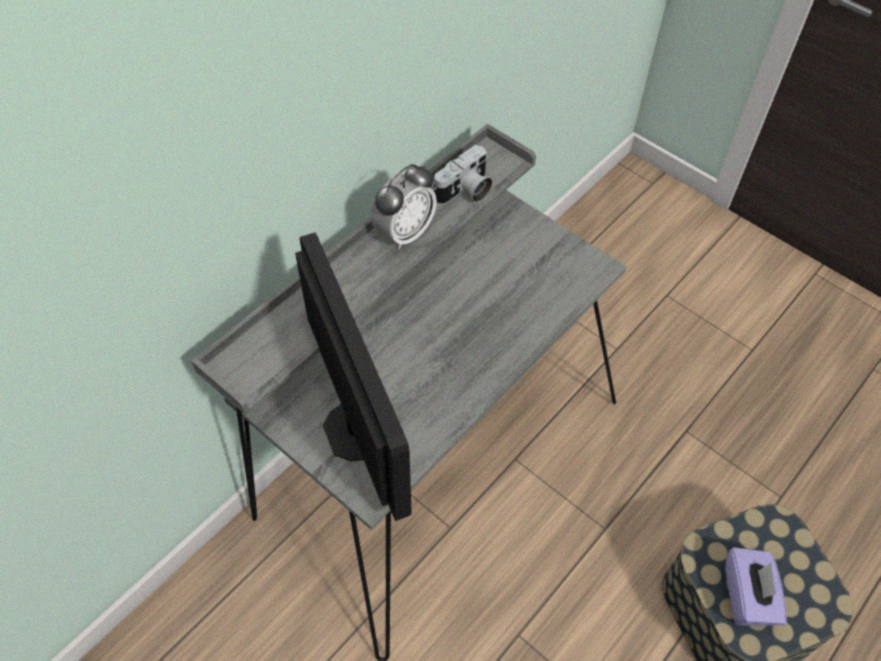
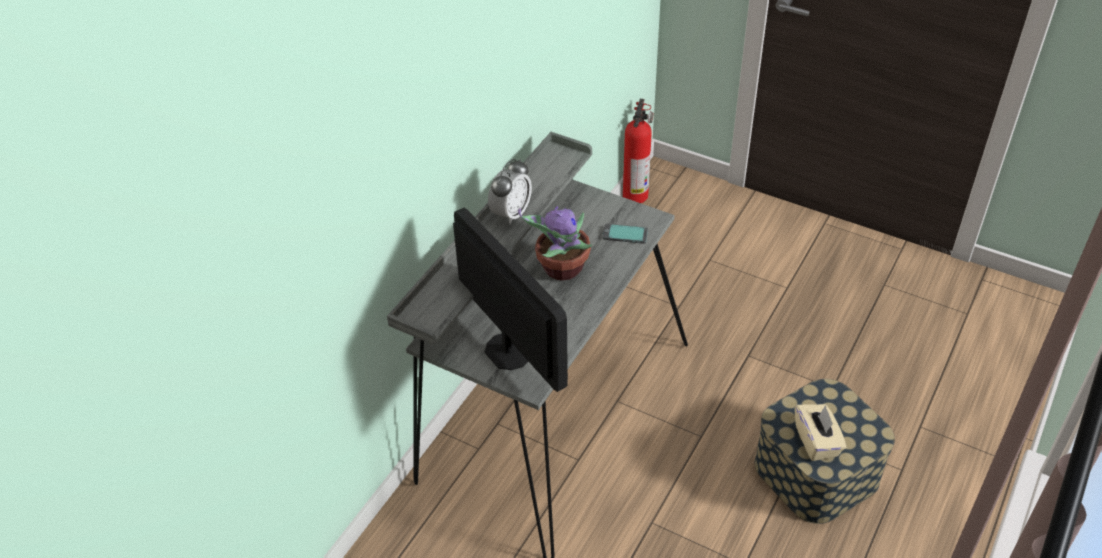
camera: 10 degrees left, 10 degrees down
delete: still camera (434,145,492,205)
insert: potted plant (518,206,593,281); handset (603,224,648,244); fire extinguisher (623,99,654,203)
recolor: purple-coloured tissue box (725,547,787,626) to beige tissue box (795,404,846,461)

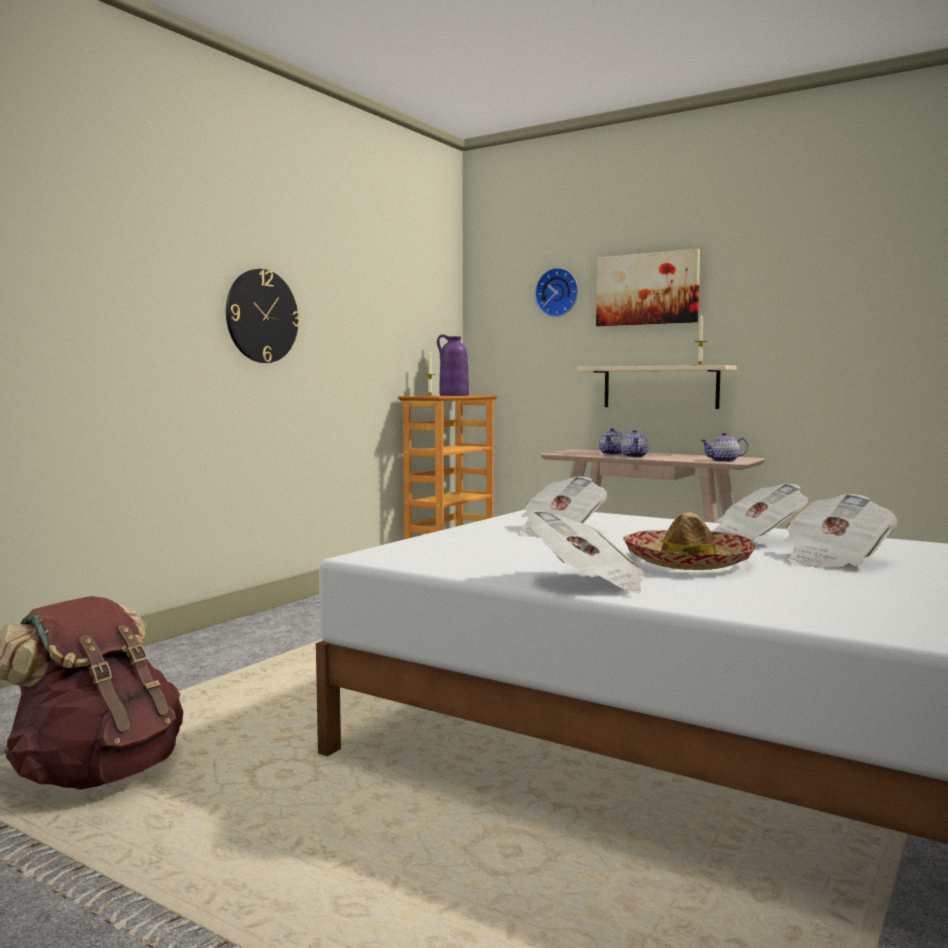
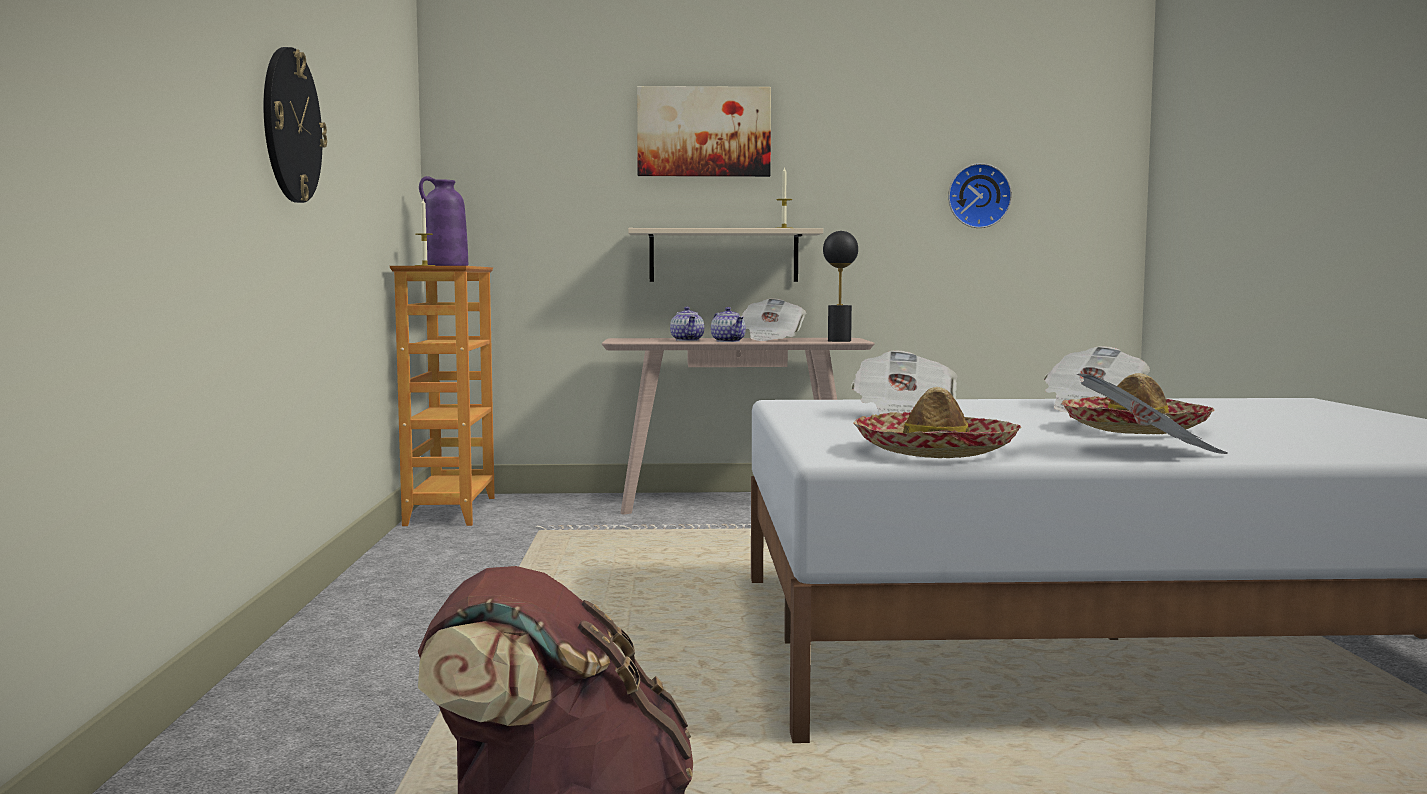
camera: 35 degrees left, 0 degrees up
insert: clothing hat (853,387,1021,458)
move: wall clock (535,268,578,317) to (948,163,1012,228); newspaper (784,494,897,567) to (742,298,806,341)
replace: tea pot (701,432,748,462) to blackish lamp for a table (823,231,858,342)

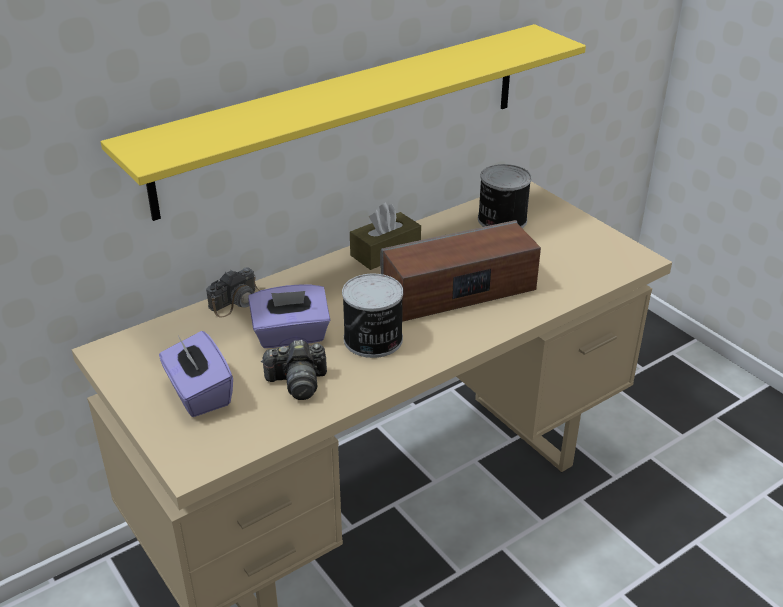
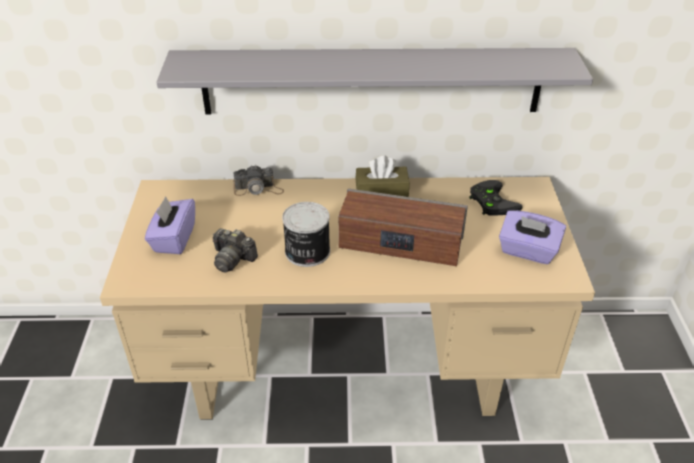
camera: 35 degrees right, 5 degrees up
move: purple-coloured tissue box (248,284,330,348) to (499,210,566,264)
replace: sealed can (478,164,532,228) to blackish game controller (469,180,523,216)
recolor: yellow shelf (101,24,586,221) to grey shelf (156,48,593,114)

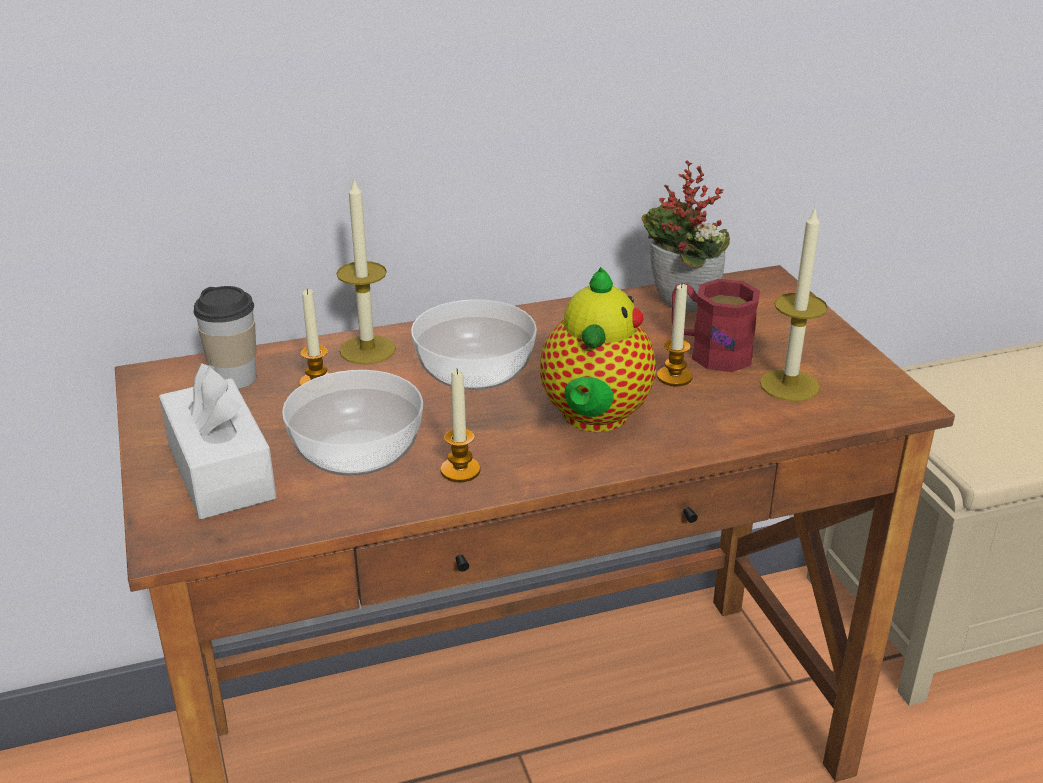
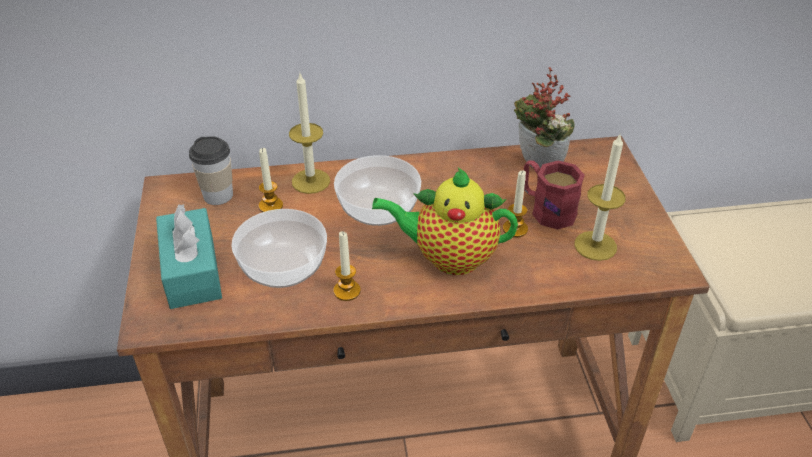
camera: 10 degrees right, 10 degrees up
recolor: white-coloured tissue box (159,363,277,519) to turquoise-coloured tissue box (156,204,222,309)
rotate: tea pot (540,267,656,432) = (372,168,518,275) 75 degrees clockwise

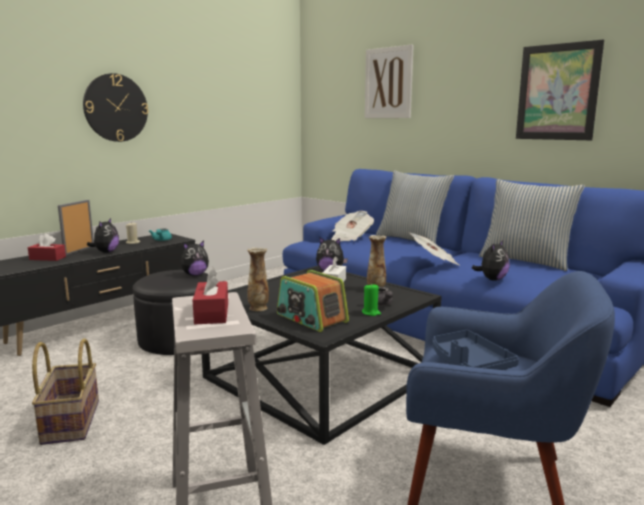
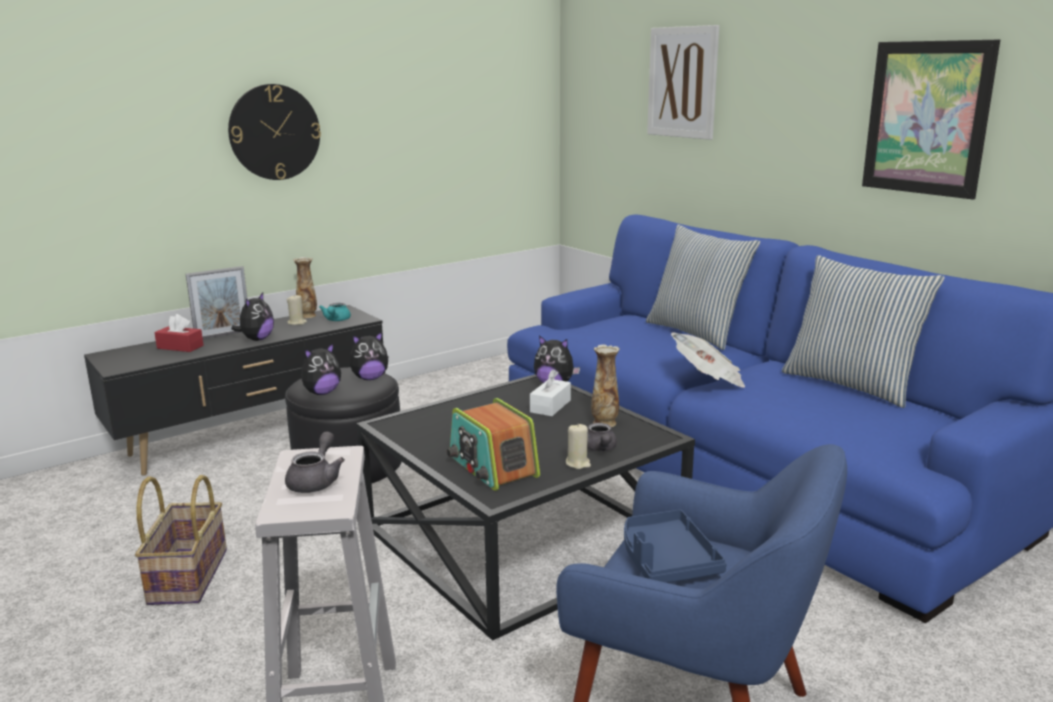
camera: 10 degrees right, 5 degrees up
delete: newspaper (331,211,374,241)
move: decorative vase (247,247,269,311) to (293,257,317,318); plush toy (472,240,510,281) to (300,343,341,395)
replace: red-coloured tissue box (193,267,228,324) to grey tea pot (285,431,345,493)
recolor: green-coloured wax candle (362,283,381,316) to beige wax candle (566,423,591,469)
rotate: picture frame (58,200,94,255) = (186,266,248,339) 150 degrees counterclockwise

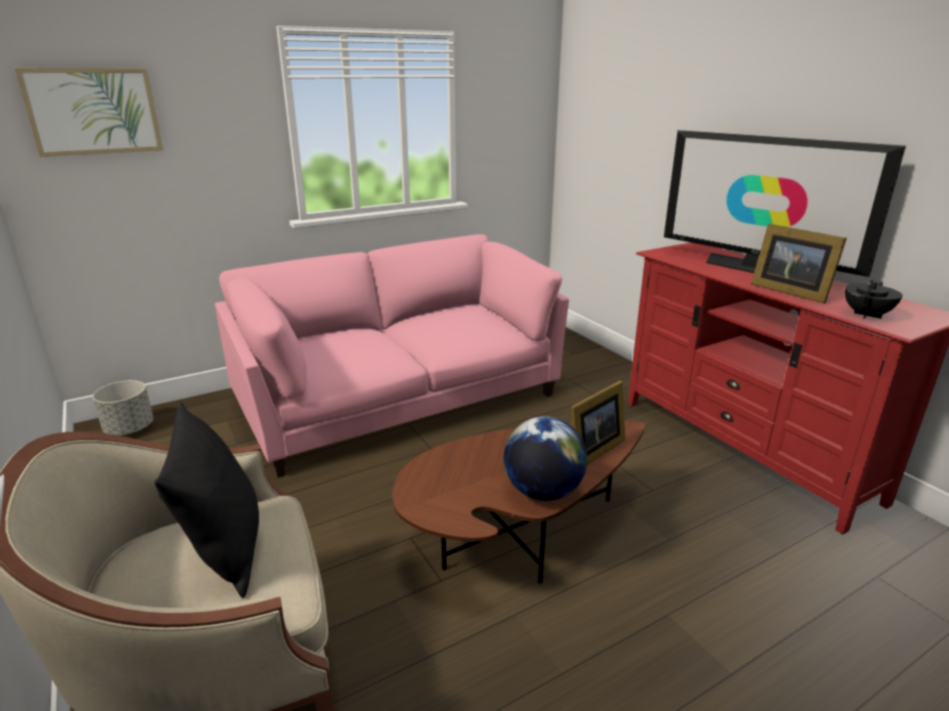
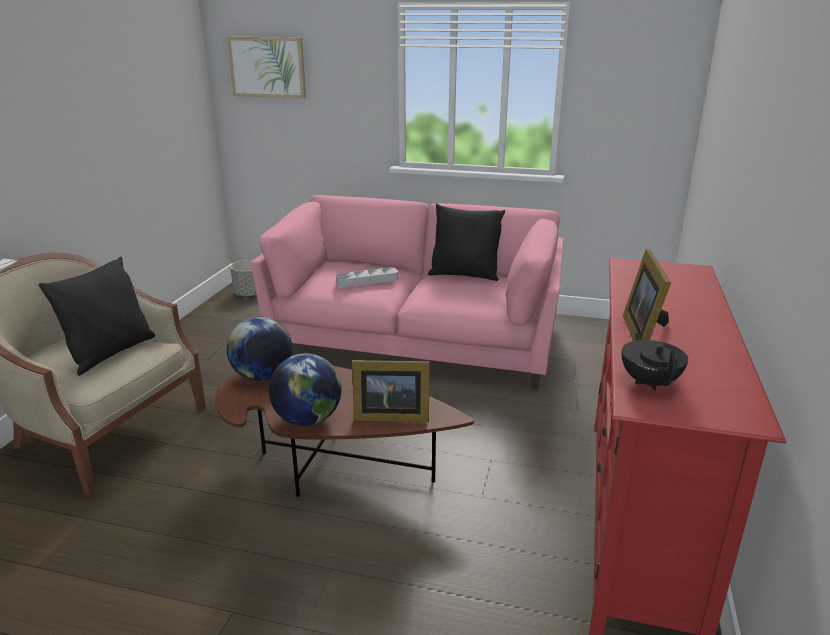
camera: 45 degrees right, 0 degrees up
delete: TV set (664,130,906,277)
insert: globe (227,317,292,381); grey carrying tray (336,267,398,287); blackish throw pillow (428,204,505,281)
rotate: blackish tea pot (845,280,903,319) = (622,332,688,391) 90 degrees counterclockwise

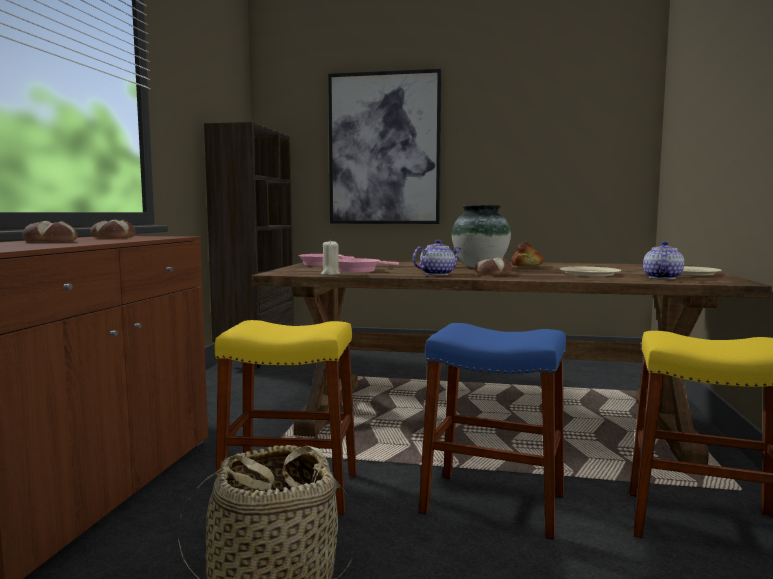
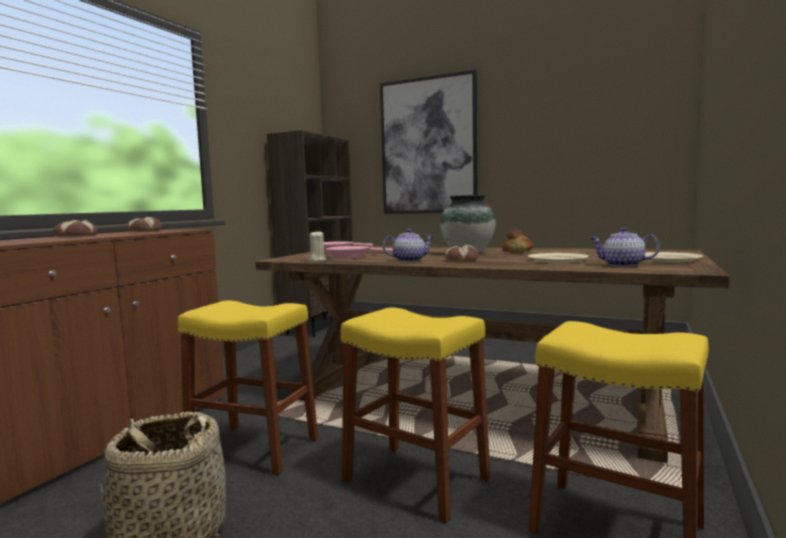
camera: 15 degrees right, 0 degrees up
recolor: bluish stool (419,323,566,540) to yellow stool (341,307,491,524)
rotate: tea pot (643,241,684,279) = (590,227,660,267) 105 degrees counterclockwise

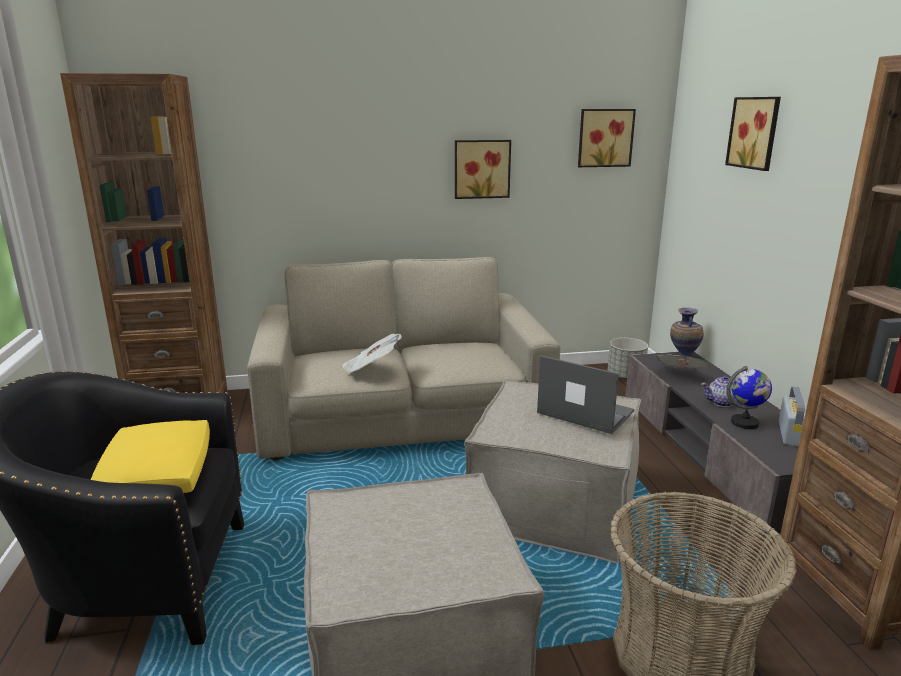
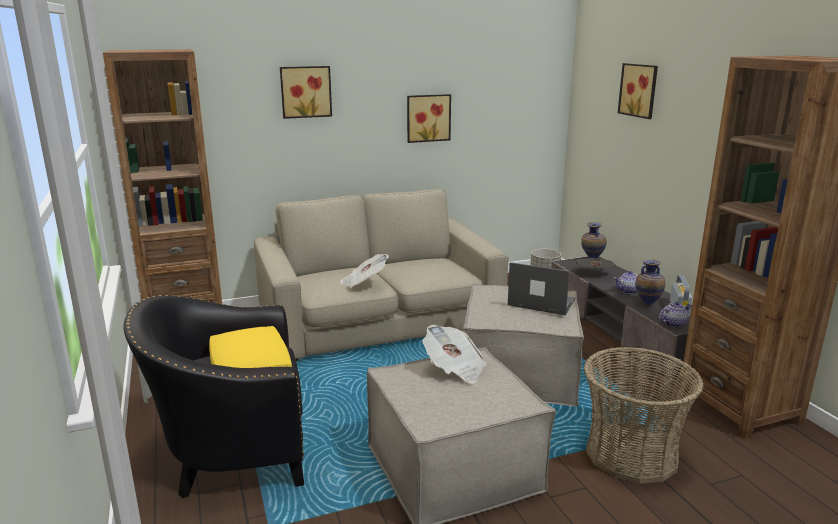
camera: 10 degrees left, 0 degrees up
insert: newspaper (422,325,487,384); tea pot (659,301,692,327)
move: wall art (578,109,636,167) to (280,66,332,119)
replace: globe (726,366,772,429) to decorative vase (635,260,665,306)

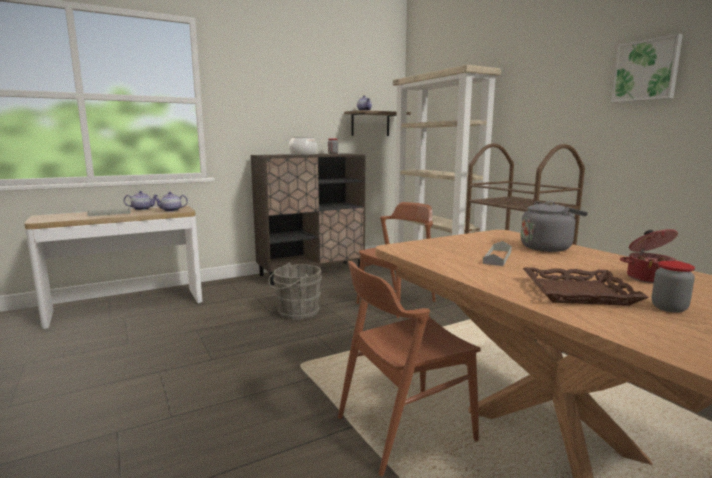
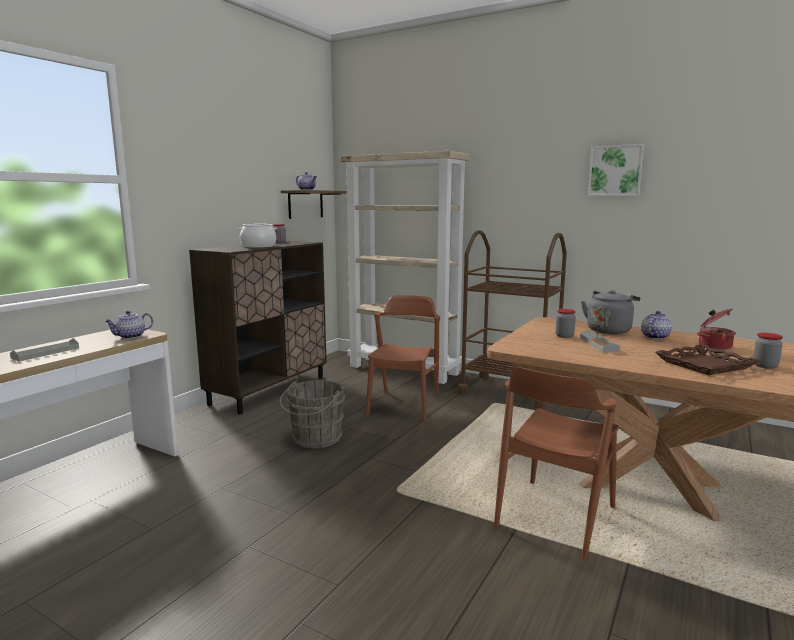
camera: 30 degrees left, 0 degrees up
insert: preserve jar (555,309,576,338)
move: tea pot (124,191,158,210) to (641,311,672,339)

